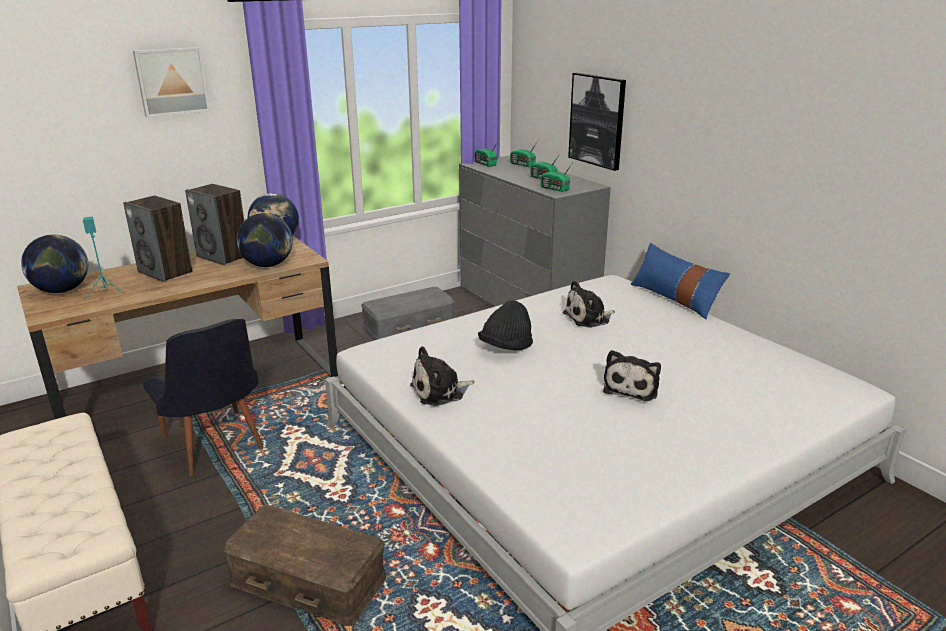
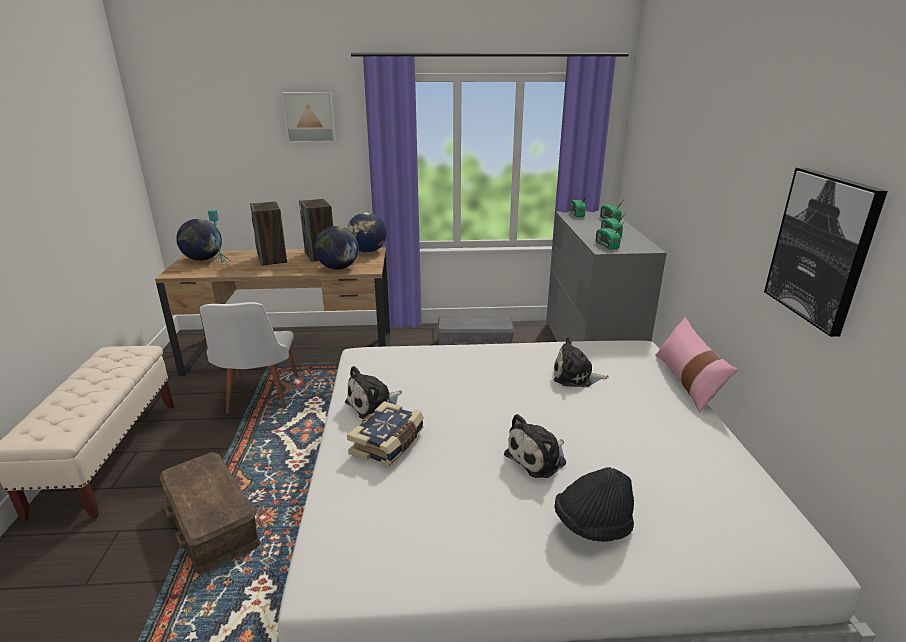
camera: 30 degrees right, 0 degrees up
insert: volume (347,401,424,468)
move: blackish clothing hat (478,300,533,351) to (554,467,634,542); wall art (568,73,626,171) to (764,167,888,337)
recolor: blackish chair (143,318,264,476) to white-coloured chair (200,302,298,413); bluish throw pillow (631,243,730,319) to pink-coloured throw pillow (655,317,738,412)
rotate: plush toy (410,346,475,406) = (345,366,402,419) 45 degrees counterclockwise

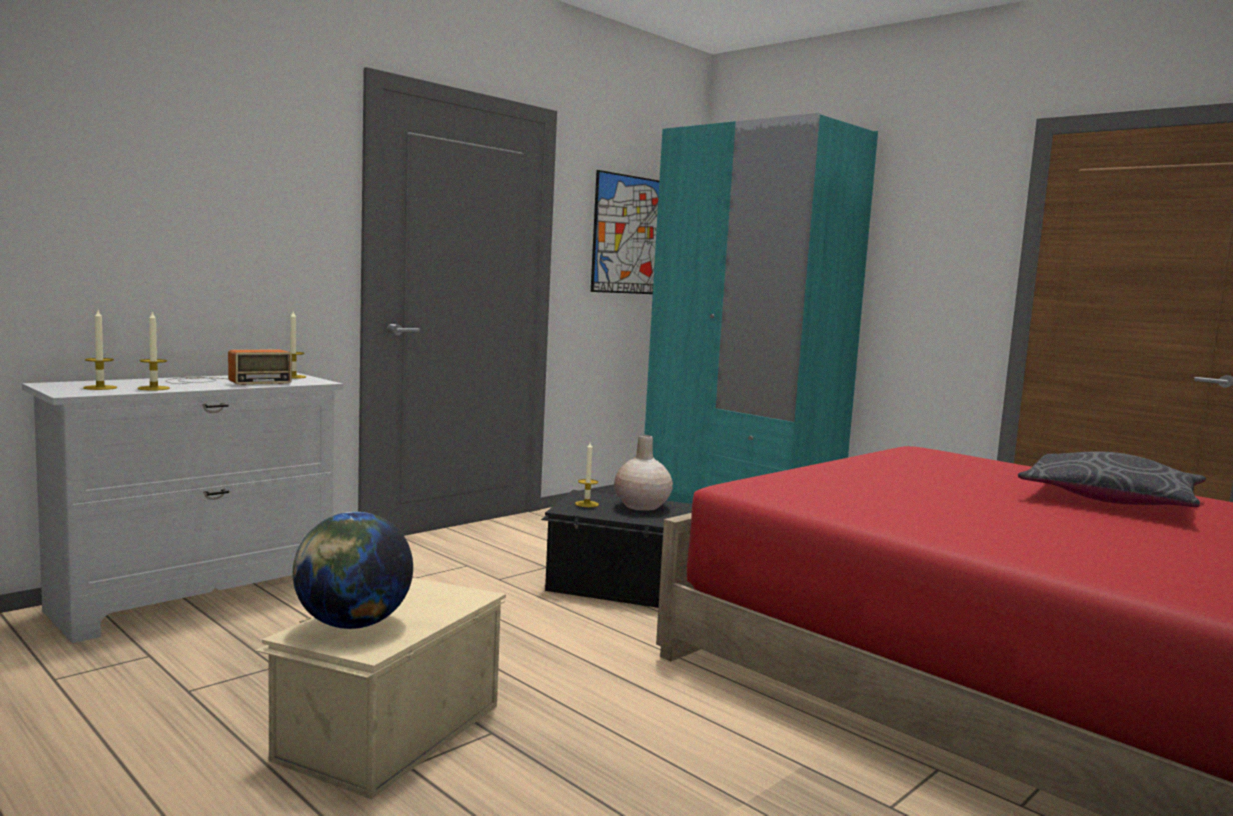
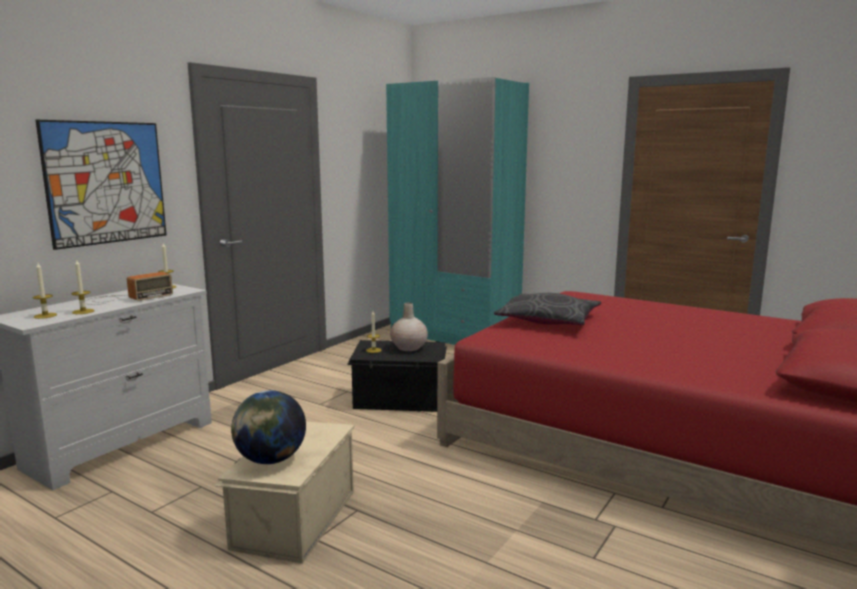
camera: 10 degrees left, 5 degrees up
move: wall art (591,170,659,294) to (36,120,167,250); grey throw pillow (1018,451,1206,507) to (494,293,601,325)

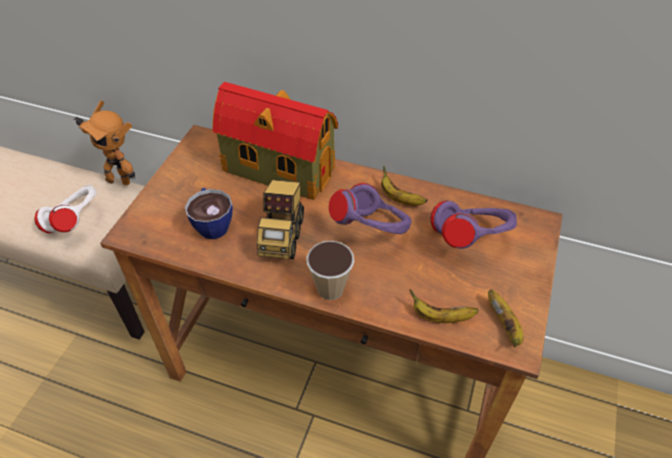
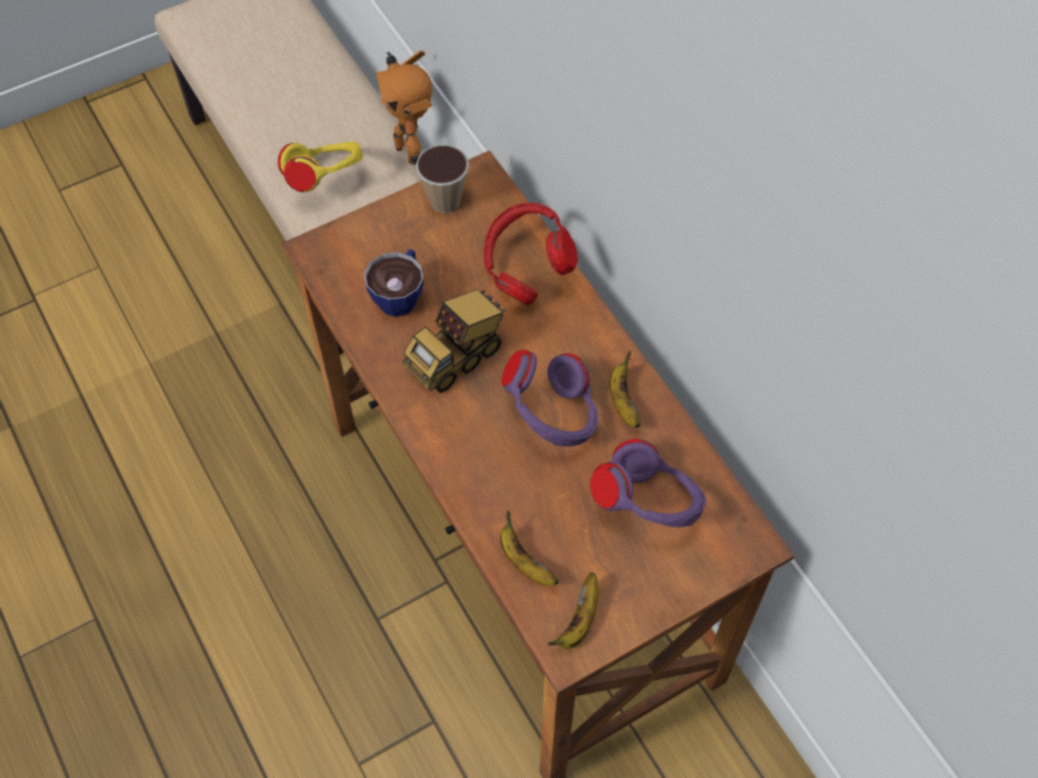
camera: 40 degrees right, 10 degrees up
move: small cup (306,241,354,300) to (416,145,469,213)
replace: model house (212,82,338,200) to red-coloured headphones (483,203,578,305)
recolor: white-coloured headphones (34,185,97,233) to yellow headphones (278,142,363,192)

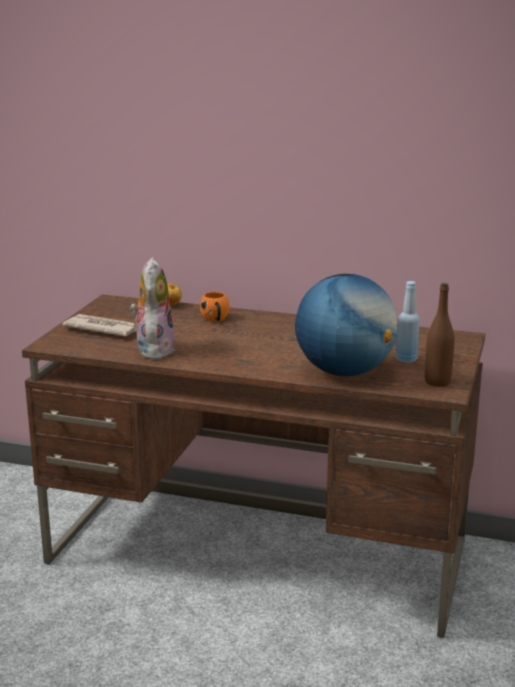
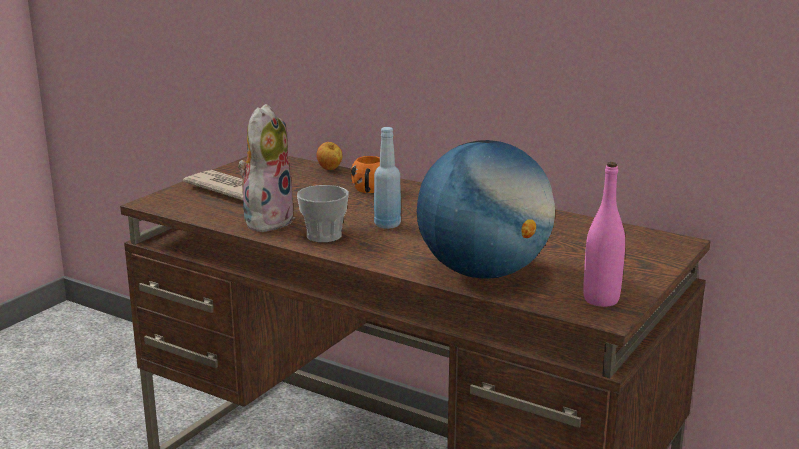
camera: 15 degrees right, 0 degrees up
insert: small cup (297,185,349,243)
move: bluish bottle (396,281,419,363) to (374,127,401,229)
recolor: brown bottle (425,283,454,387) to pink-coloured bottle (583,162,625,307)

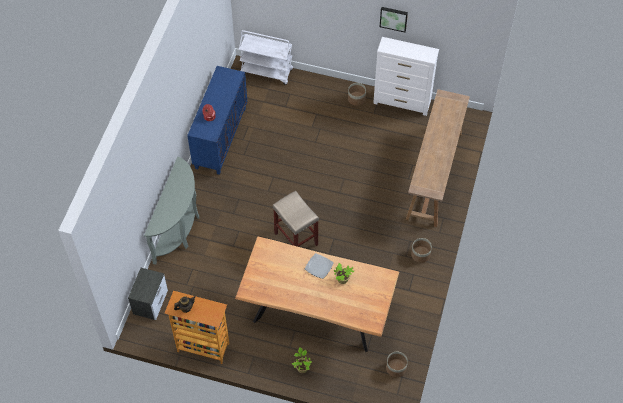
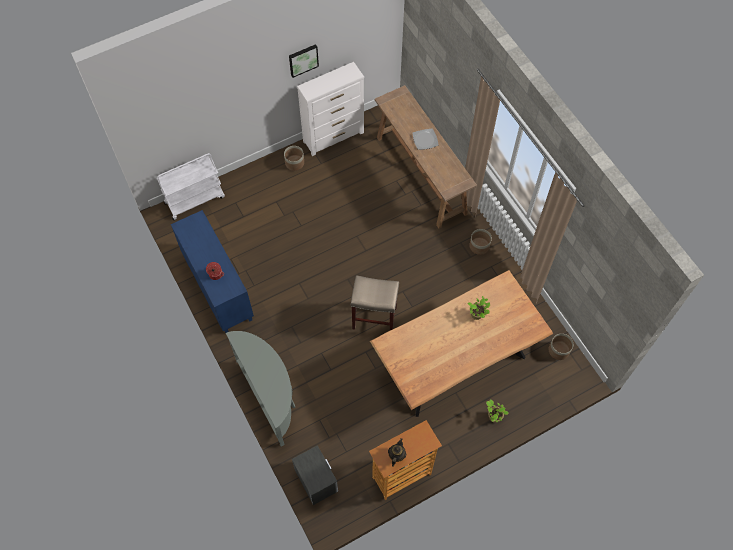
camera: 45 degrees left, 5 degrees up
move: dinner plate (305,253,334,279) to (412,128,439,150)

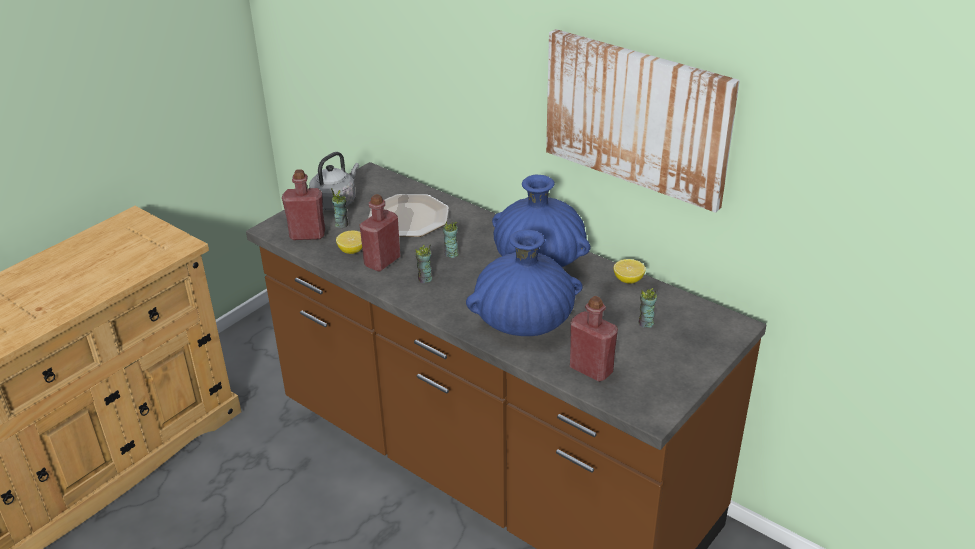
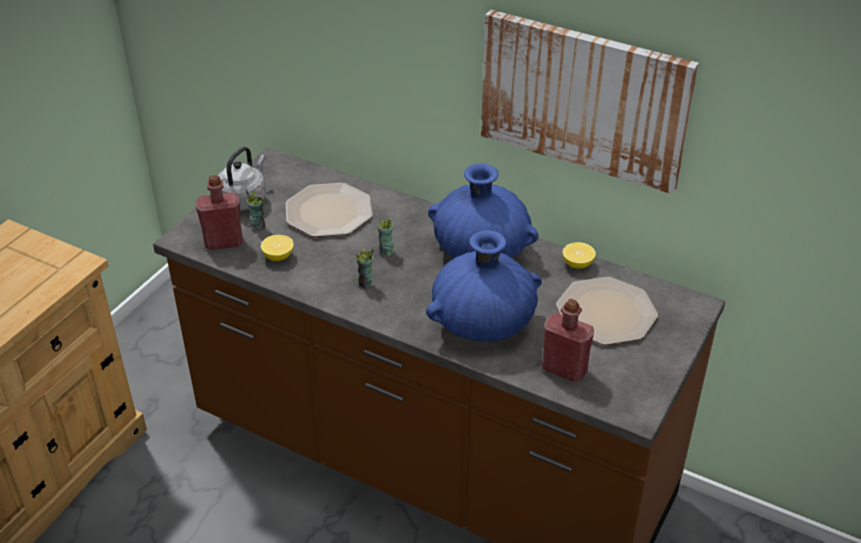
camera: 10 degrees left, 5 degrees up
delete: red-coloured bottle (360,194,401,271)
replace: small cup (639,288,657,328) to dinner plate (556,277,658,345)

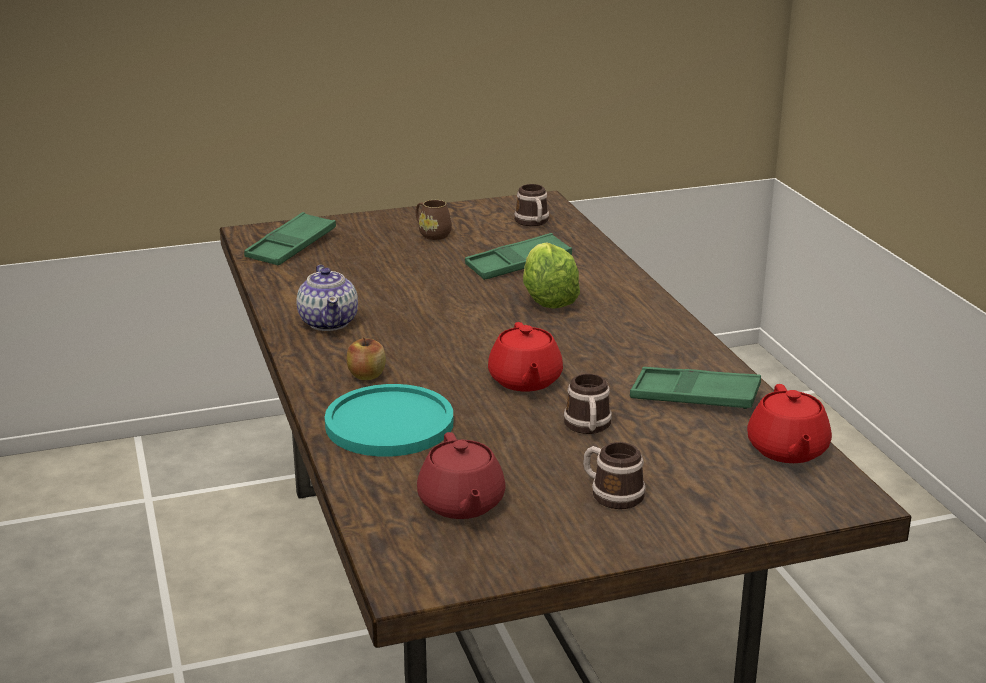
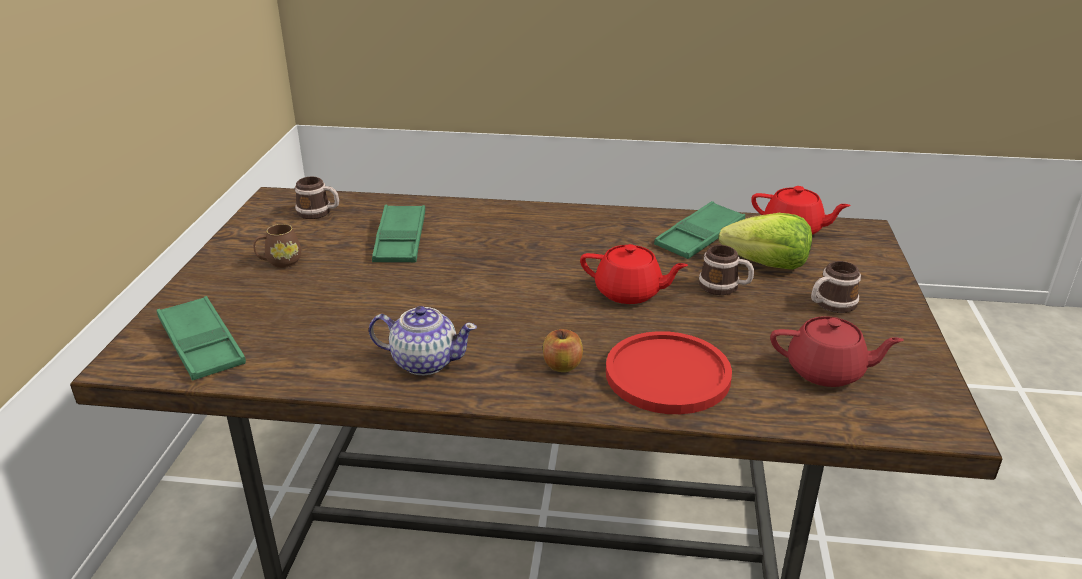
camera: 65 degrees left, 5 degrees up
move: lettuce (523,242,580,309) to (719,213,812,270)
recolor: turquoise-coloured dinner plate (325,384,453,457) to red-coloured dinner plate (606,331,732,414)

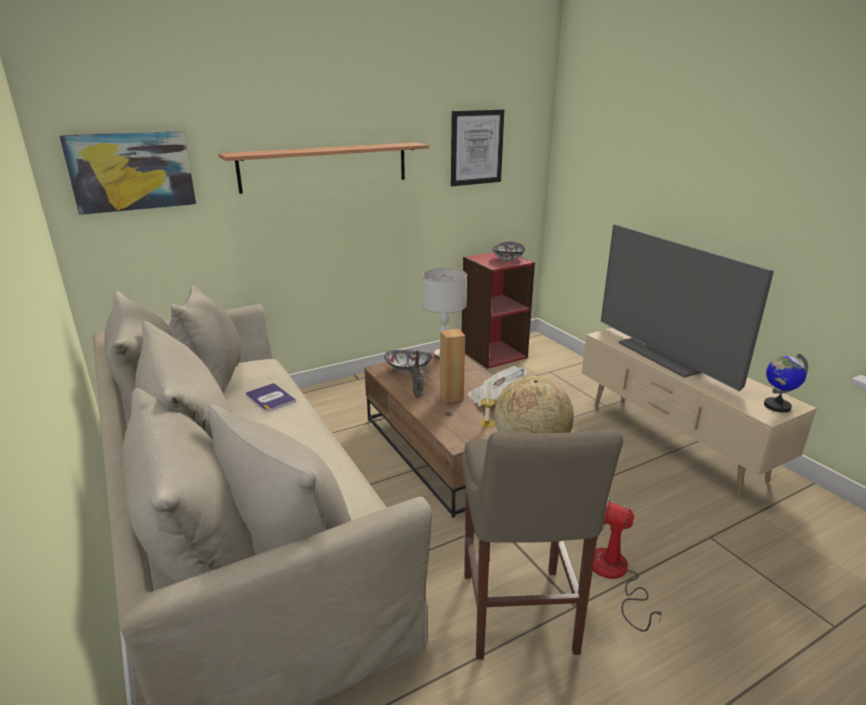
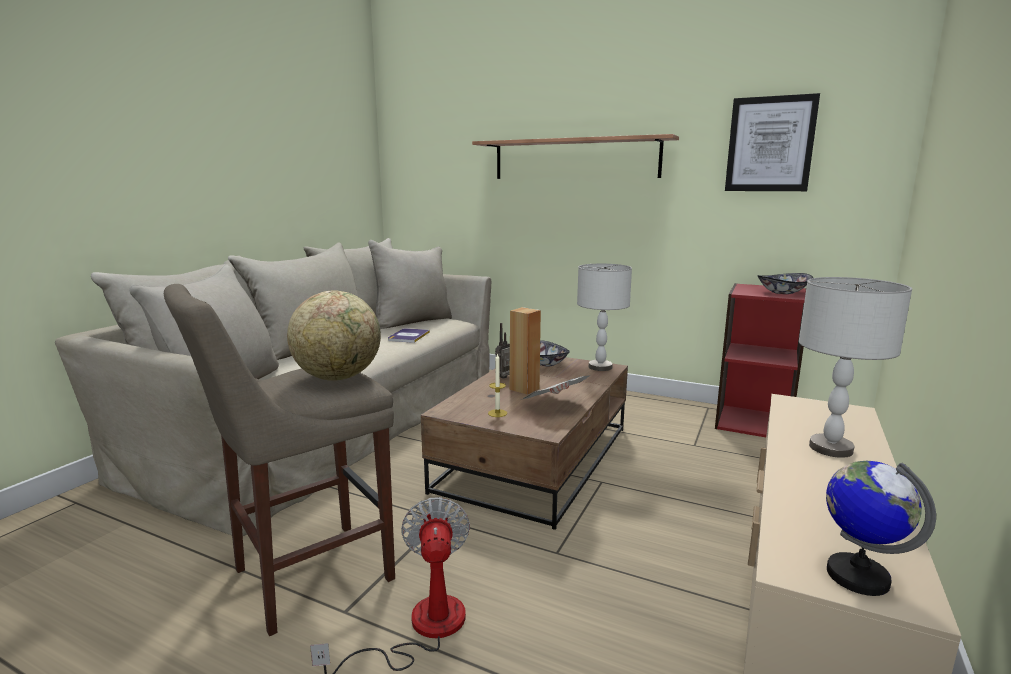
camera: 55 degrees right, 10 degrees down
delete: wall art (59,131,196,215)
replace: TV set (601,224,774,391) to grey lamp for a table (799,277,912,458)

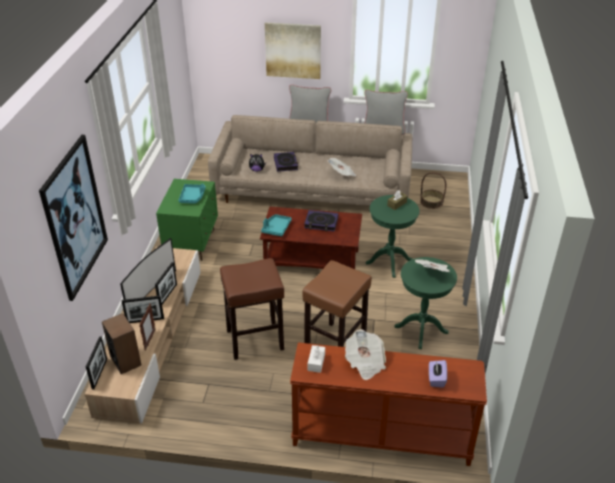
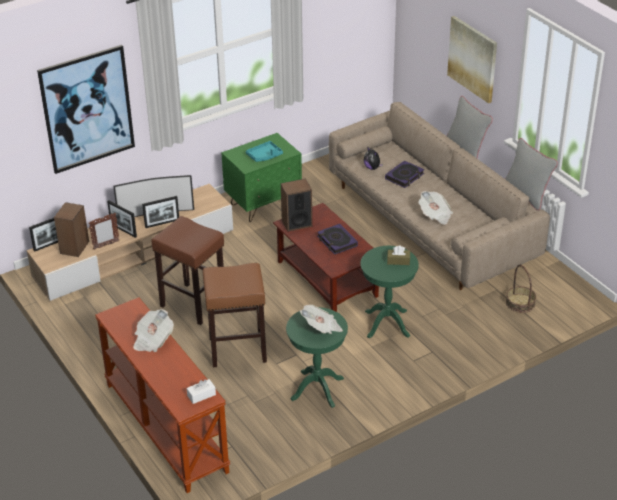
camera: 50 degrees right, 0 degrees up
delete: purple-coloured tissue box (429,360,447,388)
move: white-coloured tissue box (308,345,325,373) to (187,379,216,404)
replace: turquoise-coloured carrying tray (261,214,291,236) to loudspeaker (281,178,312,232)

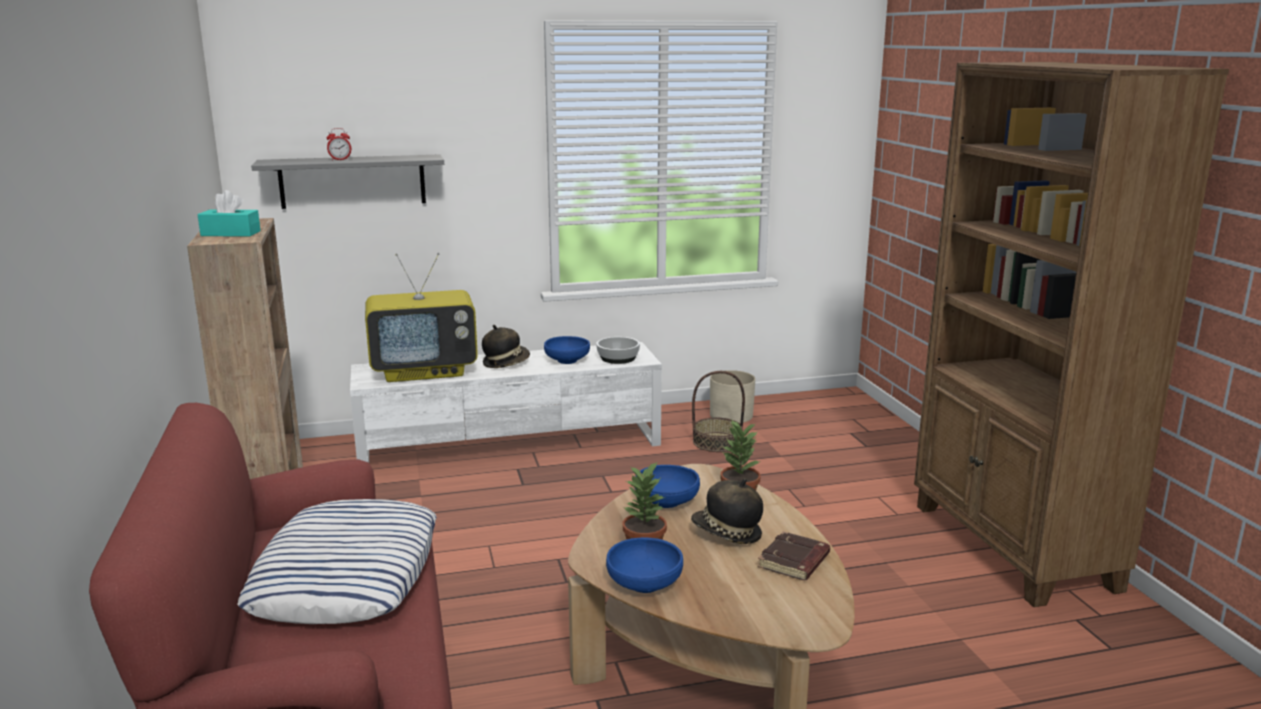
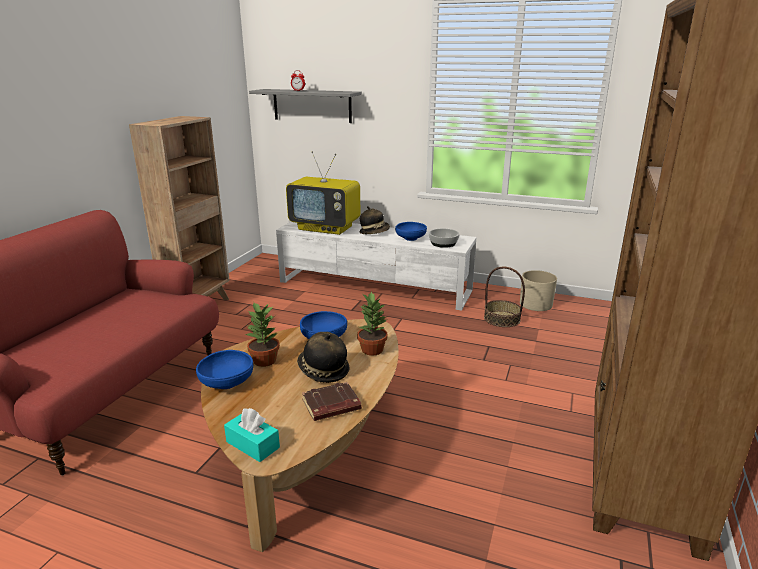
camera: 35 degrees right, 5 degrees up
delete: throw pillow (237,499,437,624)
move: turquoise-coloured tissue box (198,190,261,237) to (224,408,280,462)

